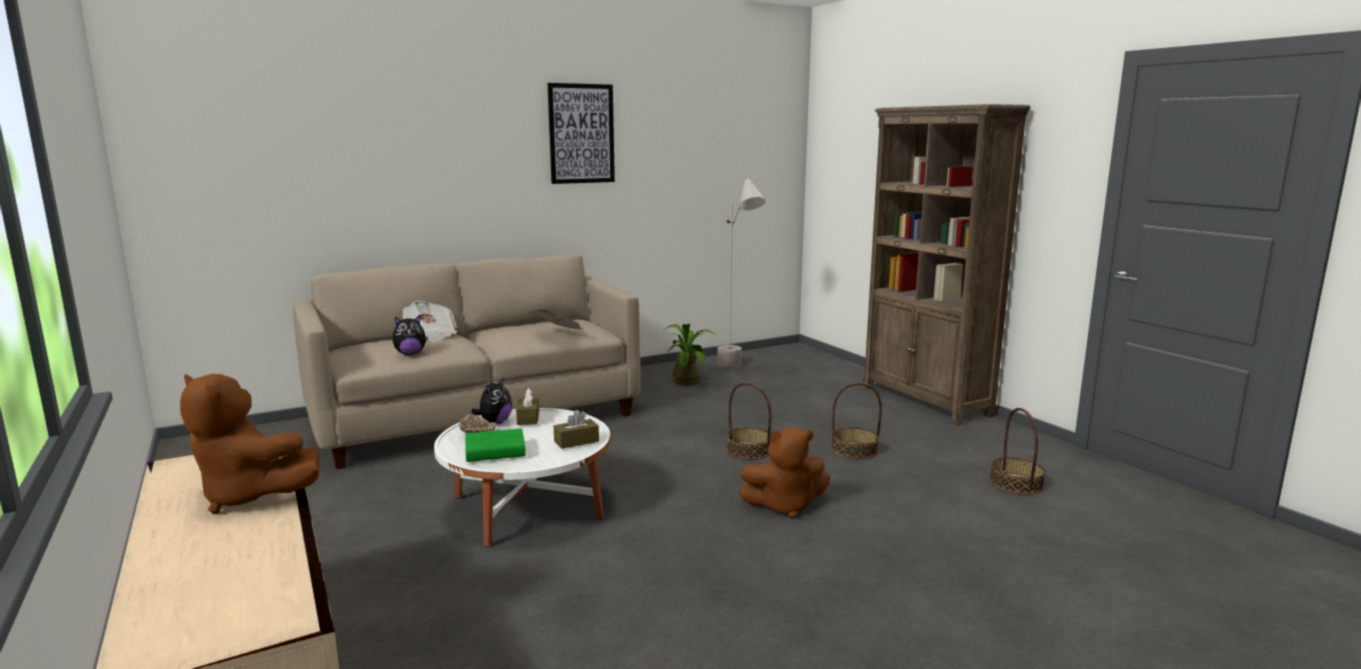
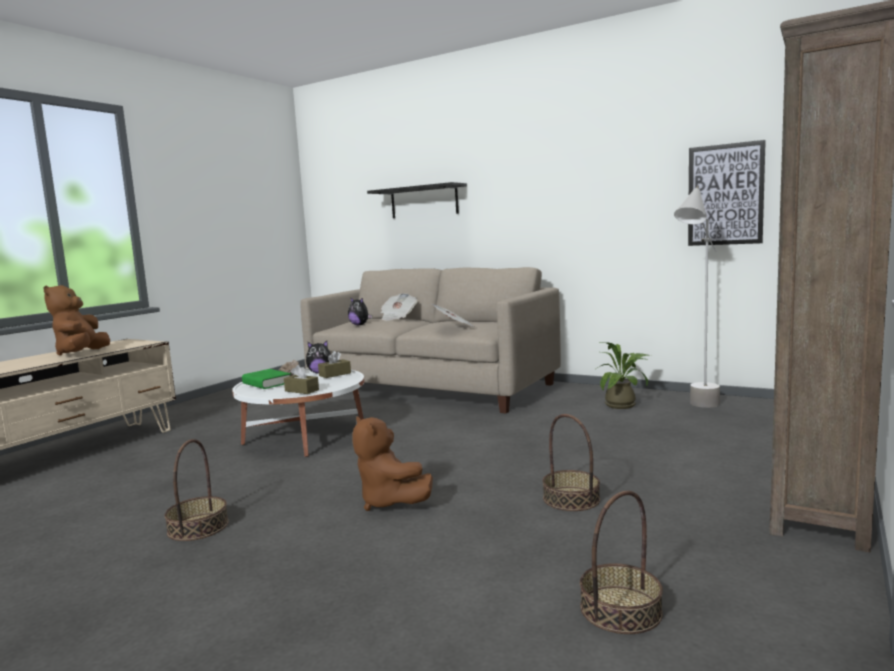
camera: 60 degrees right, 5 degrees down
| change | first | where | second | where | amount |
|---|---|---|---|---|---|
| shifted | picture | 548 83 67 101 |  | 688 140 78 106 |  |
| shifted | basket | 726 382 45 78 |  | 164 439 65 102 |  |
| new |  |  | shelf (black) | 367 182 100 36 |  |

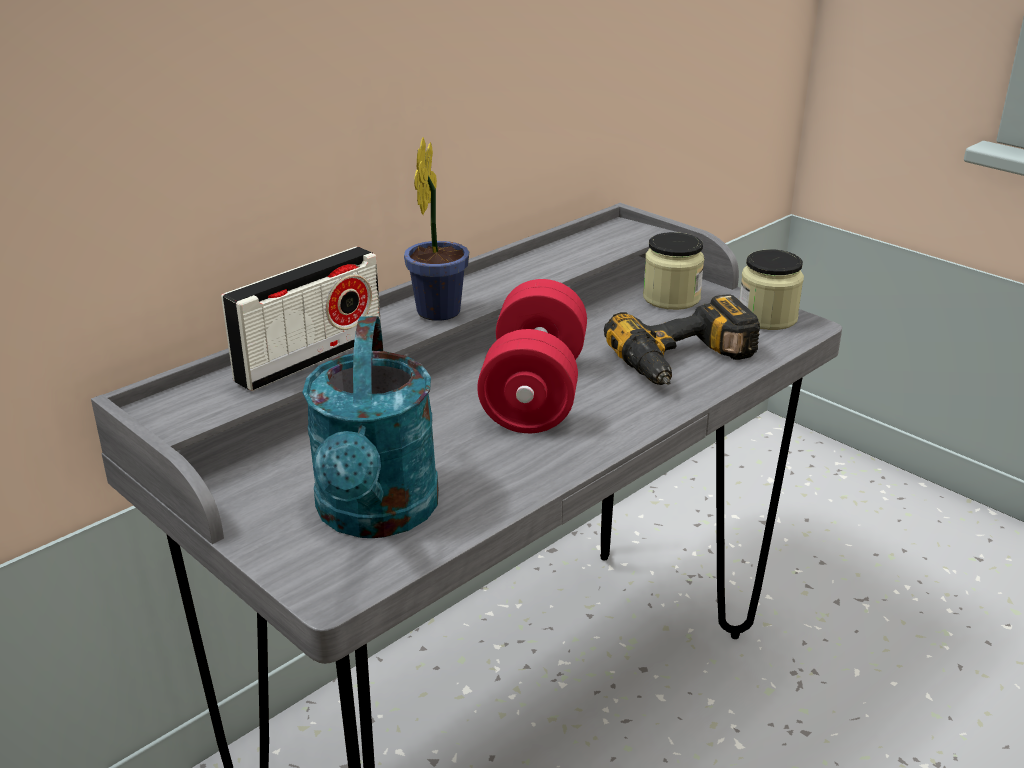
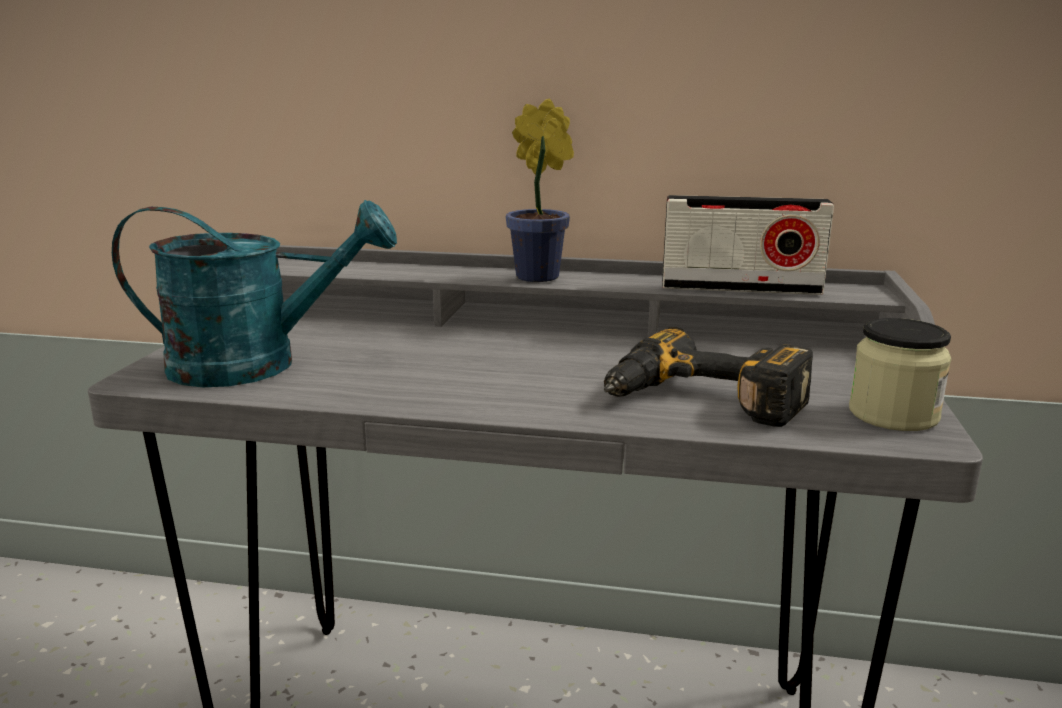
camera: 55 degrees right, 10 degrees down
| change | first | where | second | where | amount |
|---|---|---|---|---|---|
| gone | jar | 643 232 61 78 |  |  |  |
| shifted | radio | 221 247 160 144 |  | 662 195 172 100 |  |
| gone | dumbbell (red) | 477 279 110 154 |  |  |  |
| rotated | watering can (turquoise) | 302 316 137 222 |  | 112 200 285 187 | 150 degrees counterclockwise |

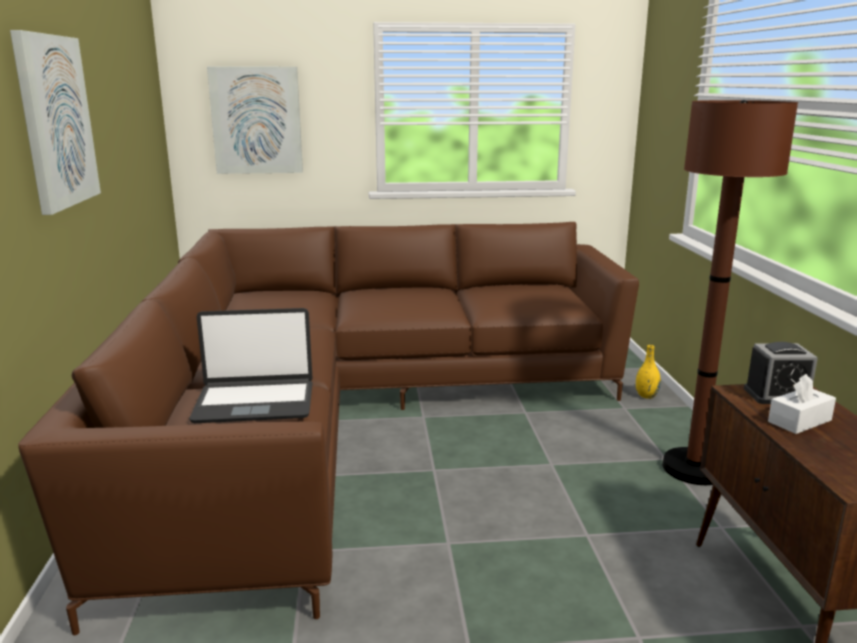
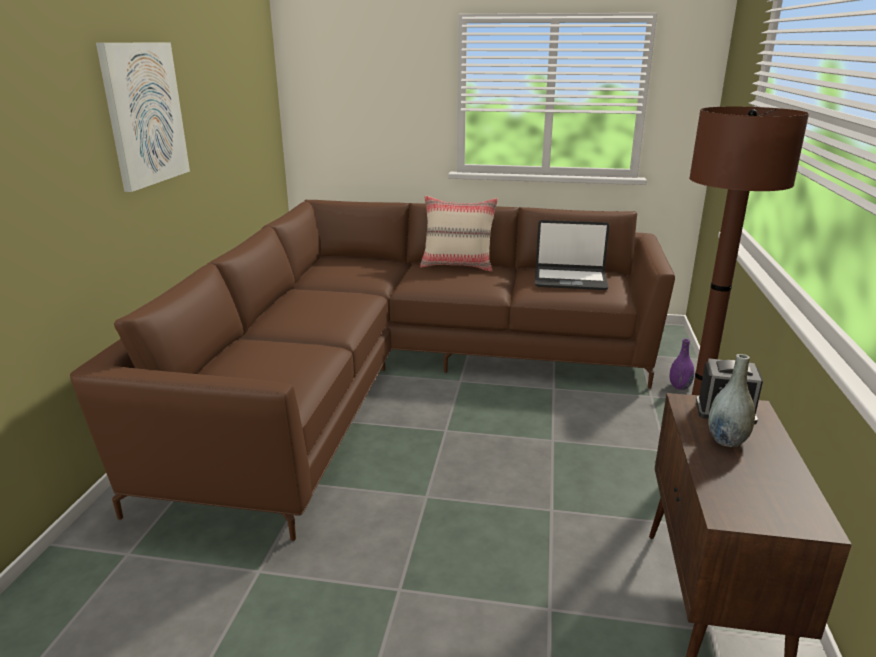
camera: 15 degrees right, 5 degrees up
| change | first | where | second | where | amount |
|---|---|---|---|---|---|
| gone | picture | 207 67 96 107 |  |  |  |
| shifted | laptop | 189 308 124 115 |  | 535 220 74 70 |  |
| repainted | vase (yellow) | 636 345 25 54 | vase (purple) | 670 339 24 51 |  |
| swapped | tissue box (white) | 768 374 68 60 | vase (grey) | 708 354 47 93 |  |
| new |  |  | pillow (beige) | 420 195 78 77 |  |

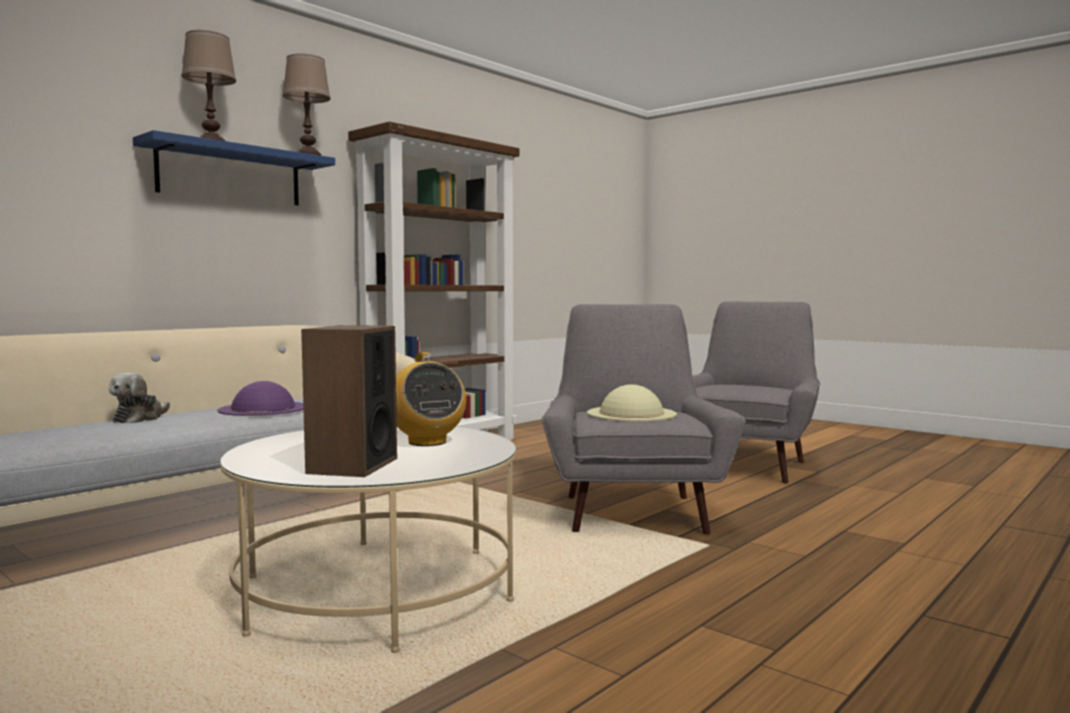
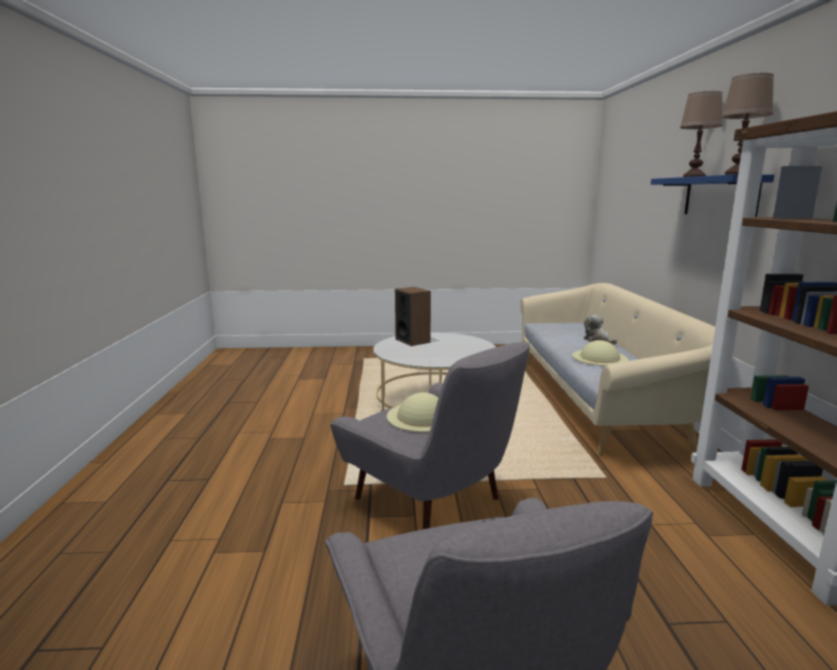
camera: 135 degrees right, 10 degrees up
| change | first | where | second | where | amount |
|---|---|---|---|---|---|
| gone | radio | 396 352 70 94 |  |  |  |
| repainted | hat (purple) | 217 381 87 35 | hat (beige) | 572 340 56 26 |  |

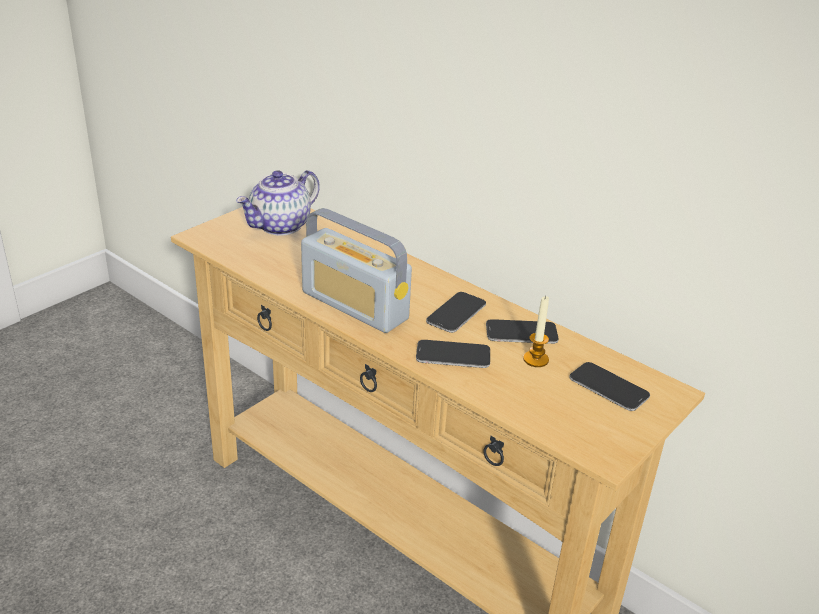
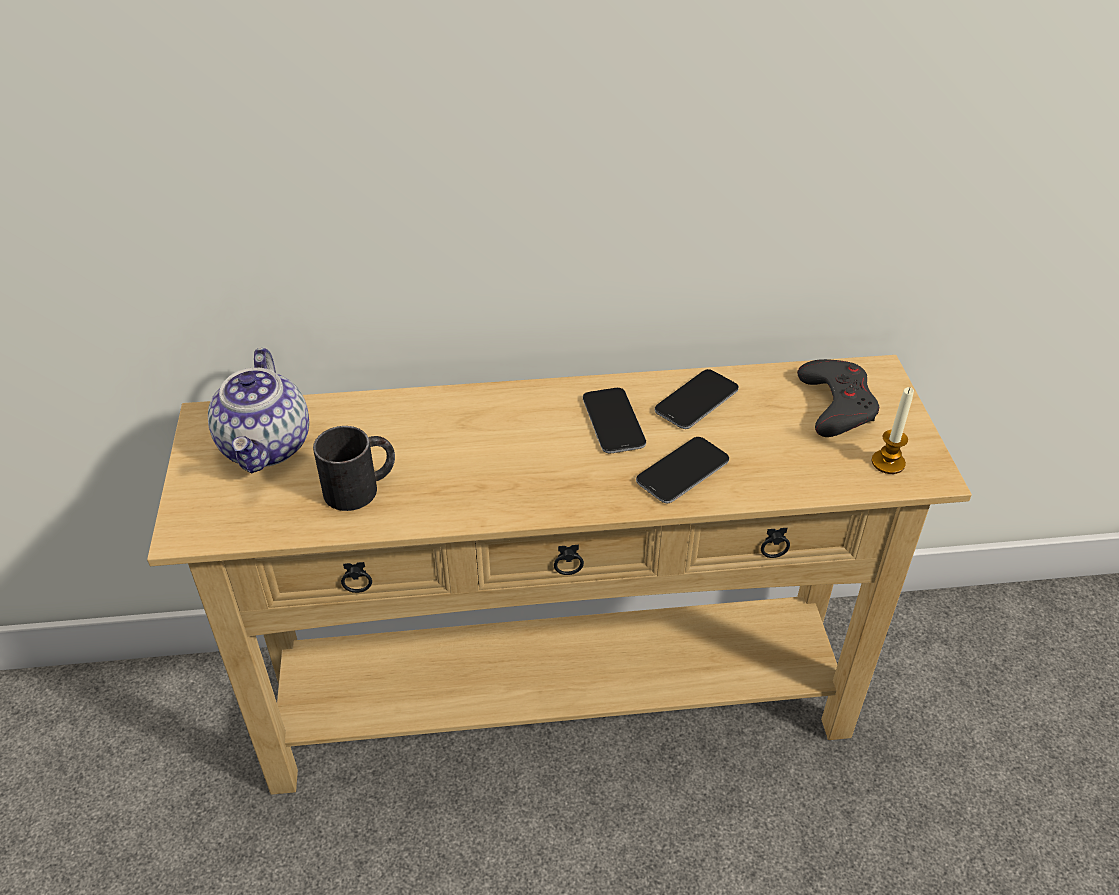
camera: 45 degrees left, 10 degrees up
| change | first | where | second | where | amount |
|---|---|---|---|---|---|
| gone | radio | 301 208 111 125 |  |  |  |
| shifted | candle | 523 296 26 71 |  | 872 387 42 87 |  |
| swapped | phone | 569 362 81 49 | game controller (grey) | 797 359 82 78 |  |
| new |  |  | mug (black) | 313 426 82 85 |  |

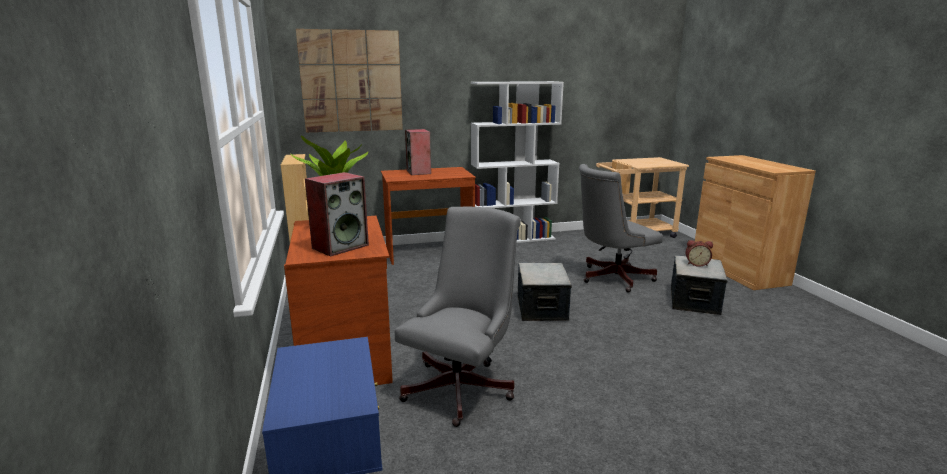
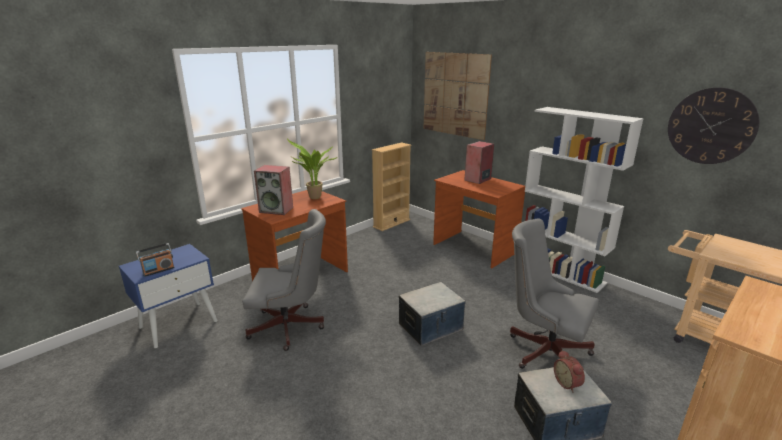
camera: 60 degrees right, 5 degrees up
| change | first | where | second | where | amount |
|---|---|---|---|---|---|
| new |  |  | wall clock | 668 87 92 77 |  |
| new |  |  | radio | 136 243 39 34 |  |

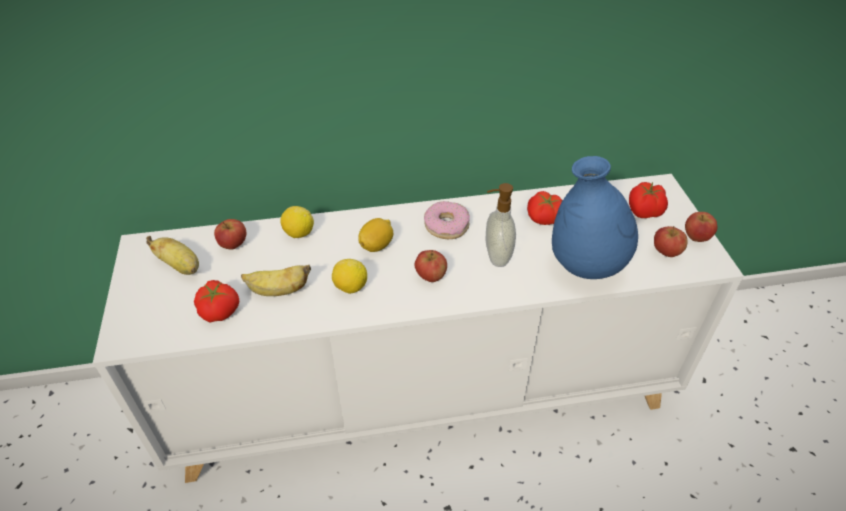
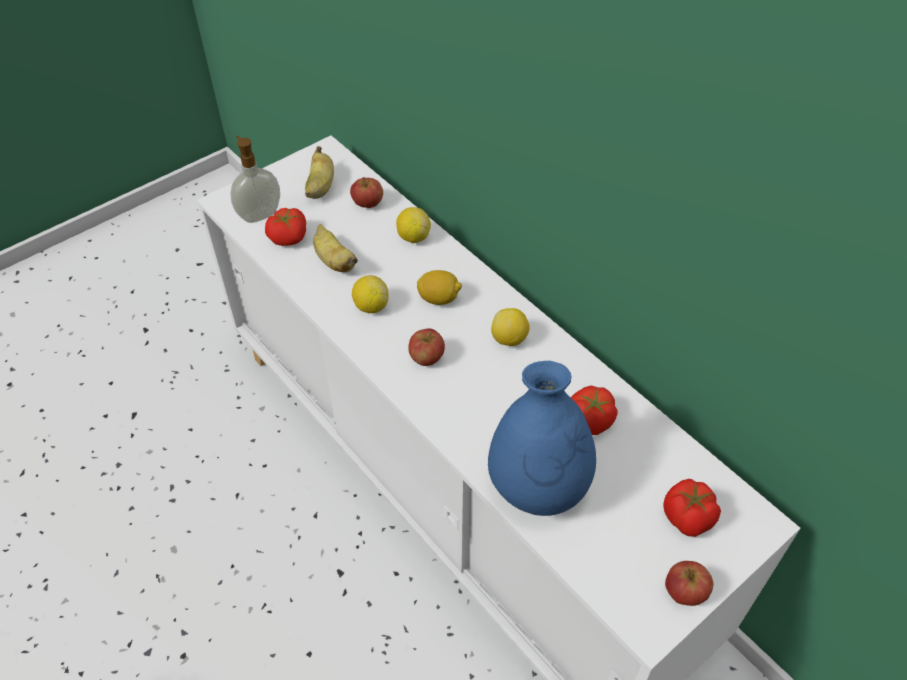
camera: 60 degrees right, 5 degrees up
| change | first | where | second | where | amount |
|---|---|---|---|---|---|
| shifted | soap dispenser | 486 183 30 84 |  | 230 136 50 87 |  |
| swapped | donut | 424 201 46 38 | lemon | 491 308 39 38 |  |
| gone | apple | 654 226 33 31 |  |  |  |

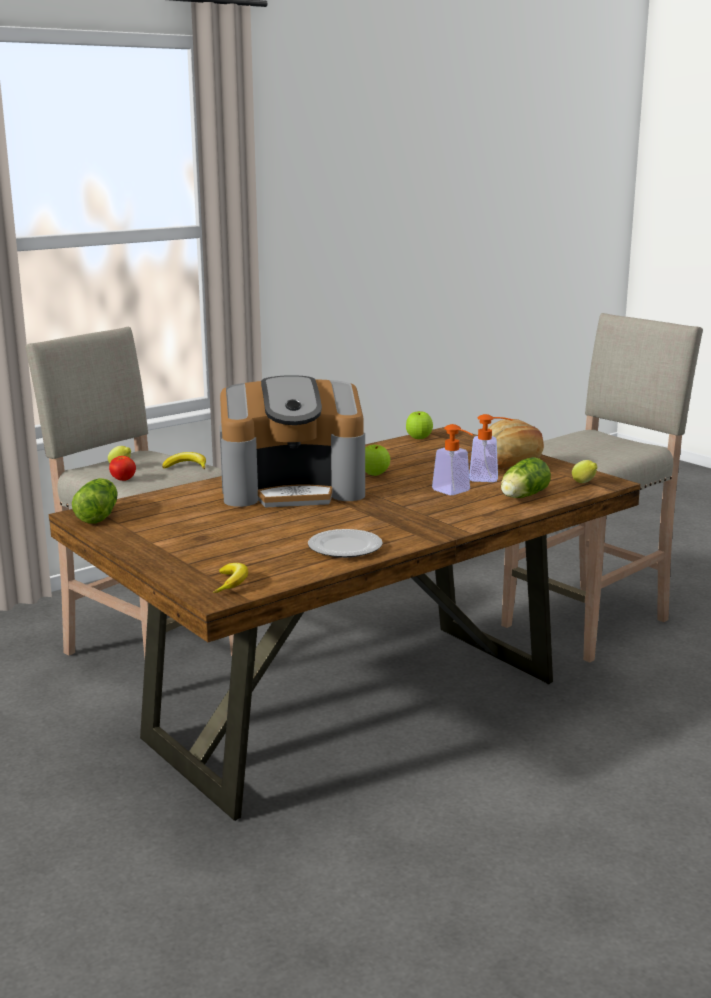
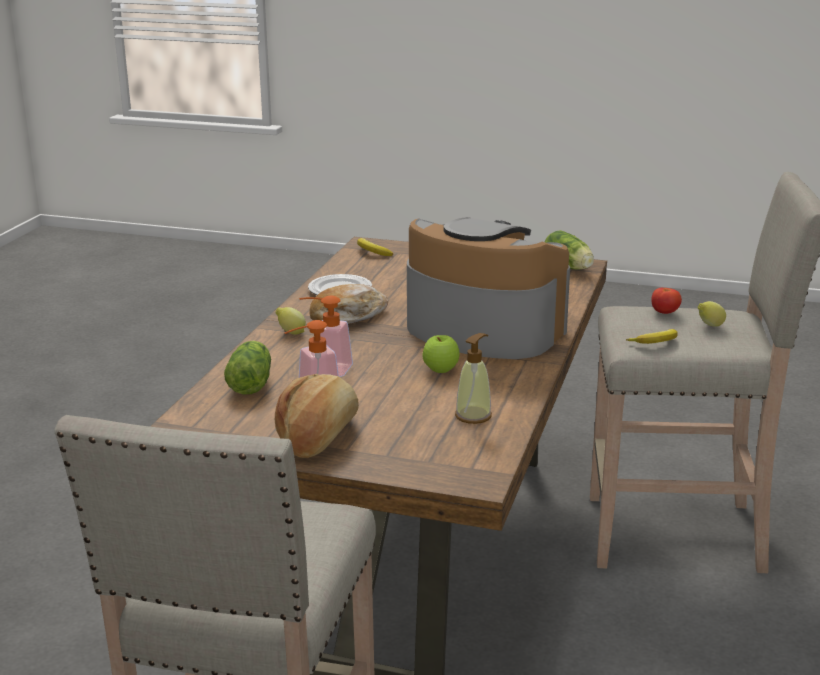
camera: 145 degrees right, 5 degrees up
| change | first | where | second | where | amount |
|---|---|---|---|---|---|
| rotated | coffee machine | 219 375 146 133 |  | 407 217 163 142 | 75 degrees clockwise |
| gone | apple | 406 411 27 28 |  |  |  |
| shifted | lemon | 572 460 26 23 |  | 276 307 30 28 |  |
| new |  |  | bread | 309 284 79 40 |  |
| new |  |  | soap dispenser | 455 333 37 91 |  |

